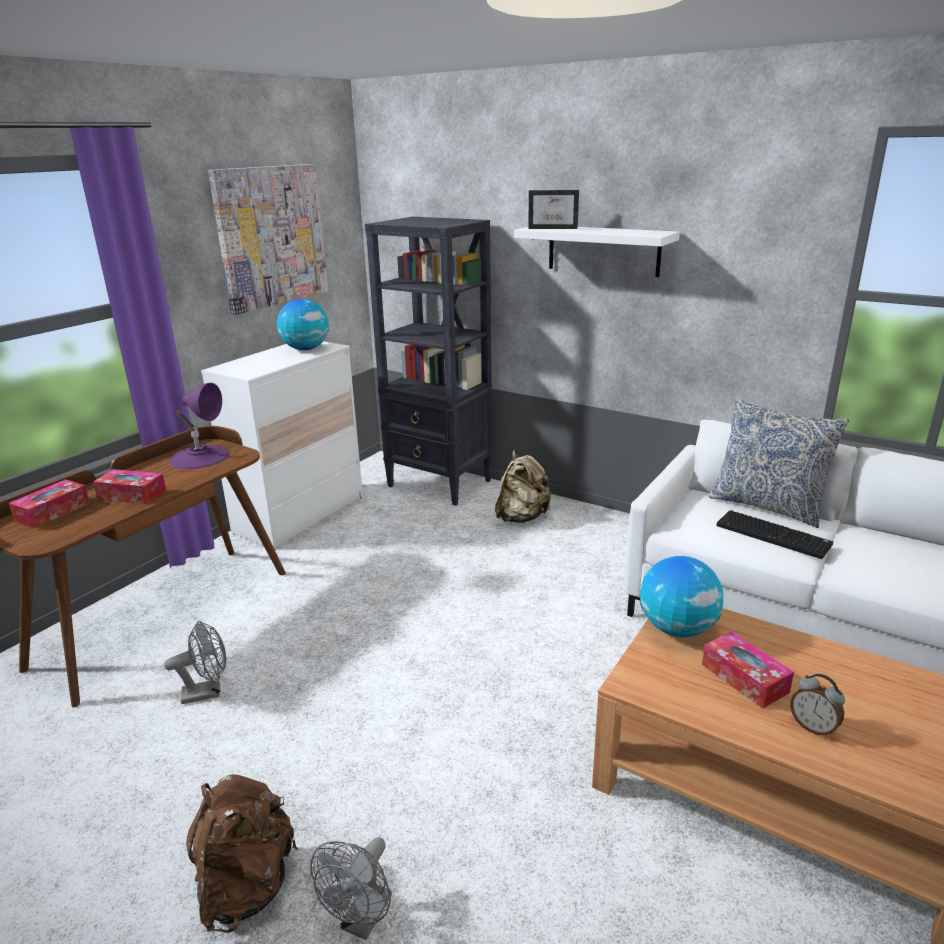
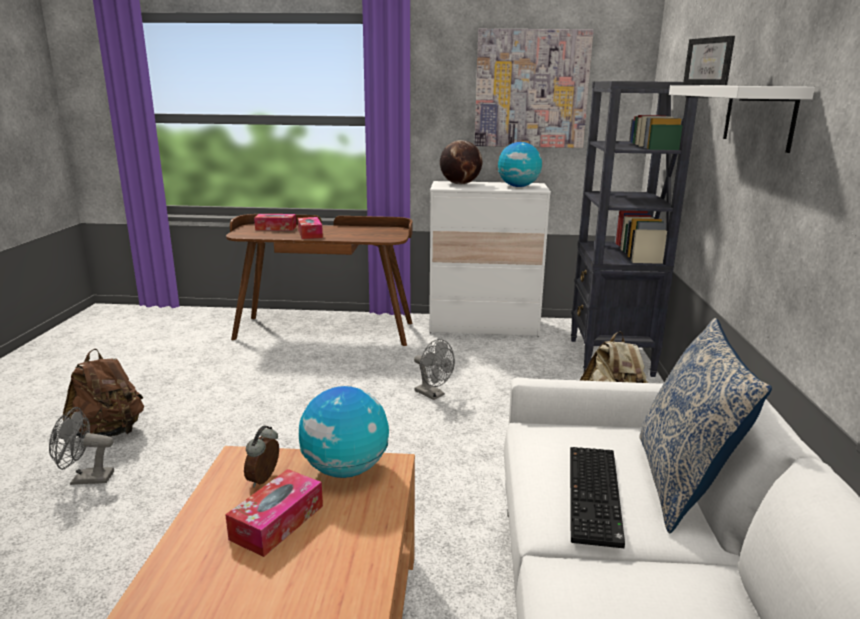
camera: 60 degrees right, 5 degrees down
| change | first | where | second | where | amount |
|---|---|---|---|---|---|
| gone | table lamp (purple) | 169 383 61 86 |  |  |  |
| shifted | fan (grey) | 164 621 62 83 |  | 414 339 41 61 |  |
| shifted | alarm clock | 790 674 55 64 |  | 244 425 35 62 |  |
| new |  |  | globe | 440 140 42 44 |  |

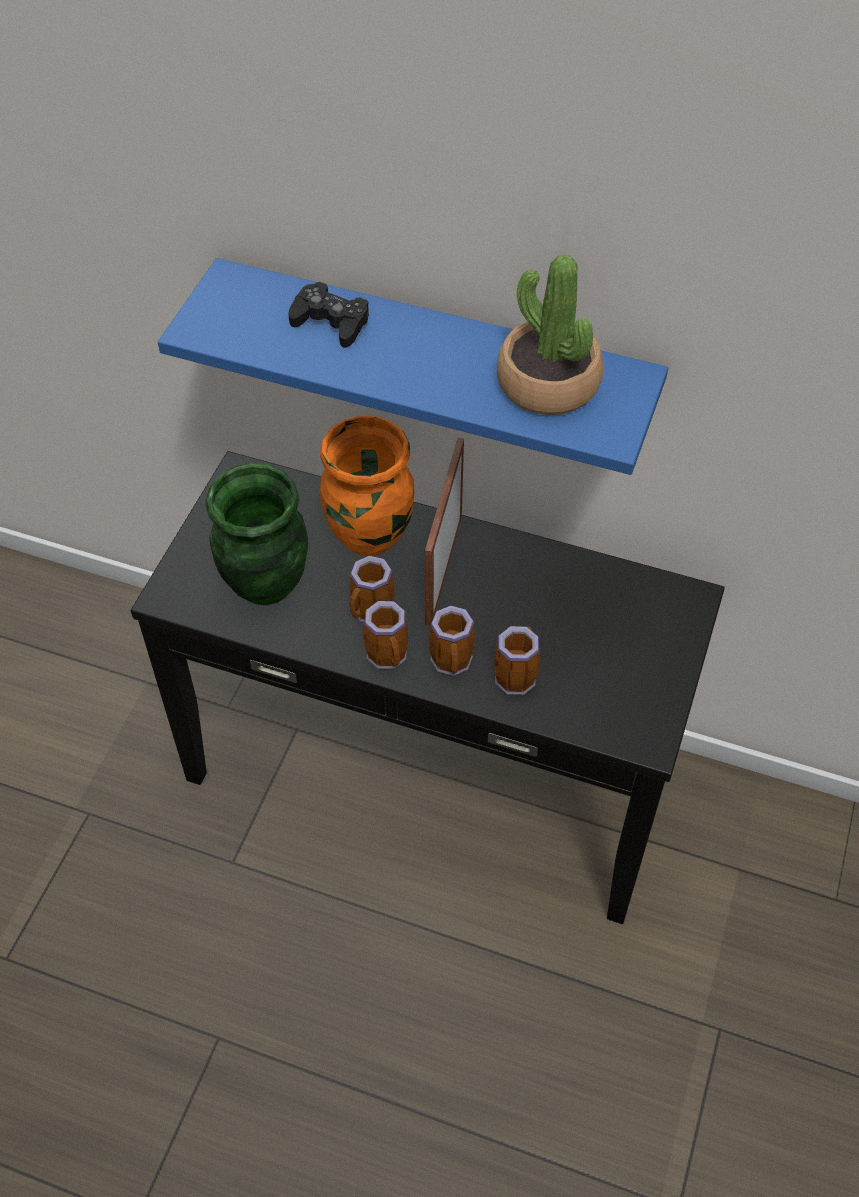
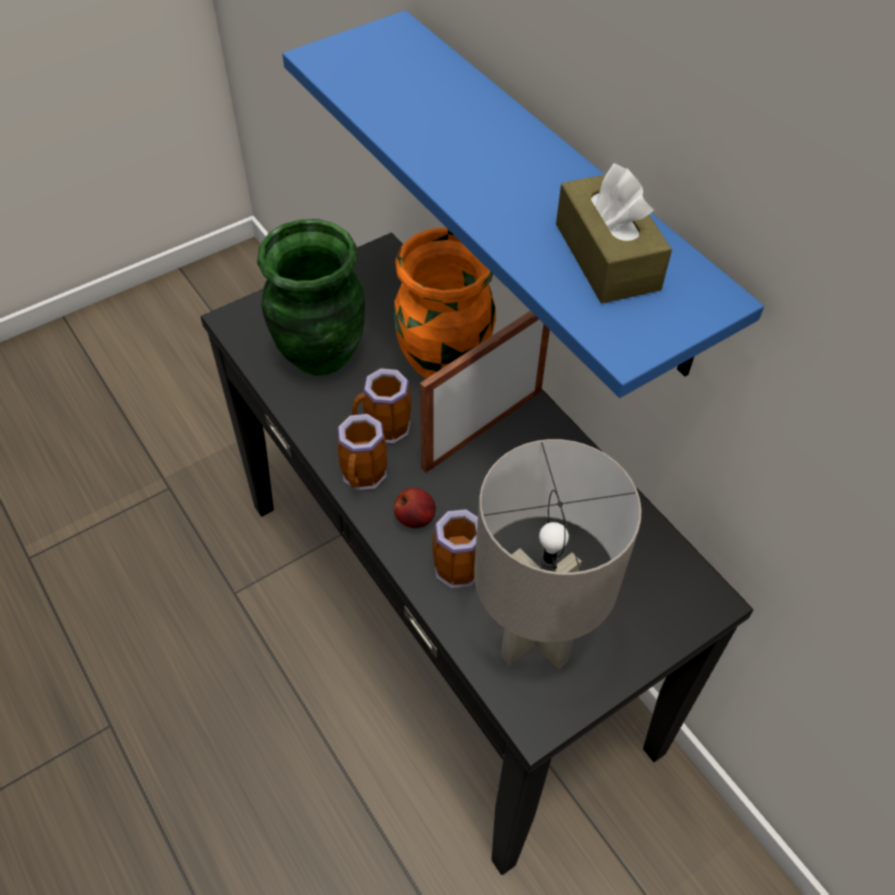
camera: 35 degrees right, 0 degrees up
| change | first | where | second | where | amount |
|---|---|---|---|---|---|
| swapped | potted plant | 497 254 106 161 | tissue box (brown) | 556 163 116 140 |  |
| gone | game controller (black) | 288 282 81 66 |  |  |  |
| swapped | mug | 429 606 46 70 | apple | 394 488 42 40 |  |
| new |  |  | table lamp (grey) | 474 439 168 230 |  |

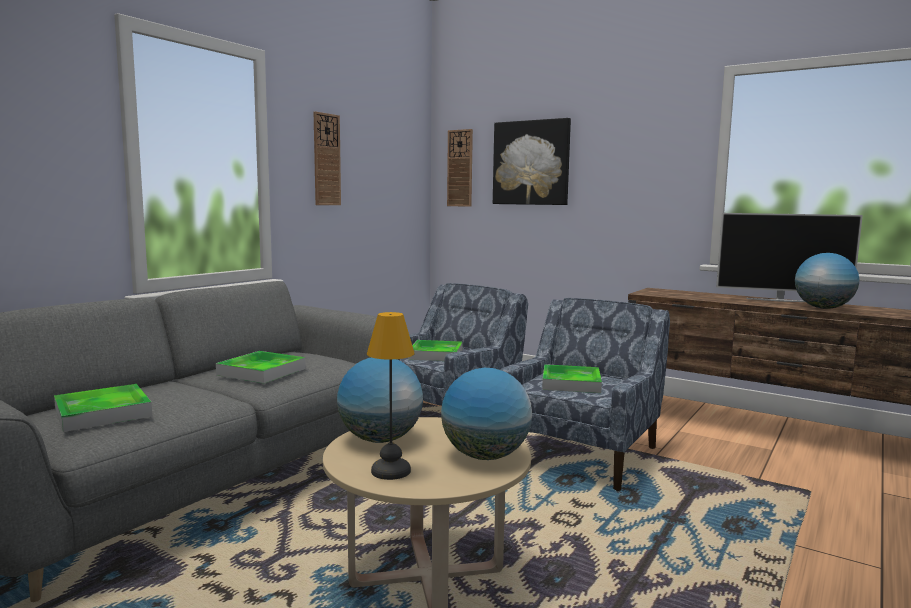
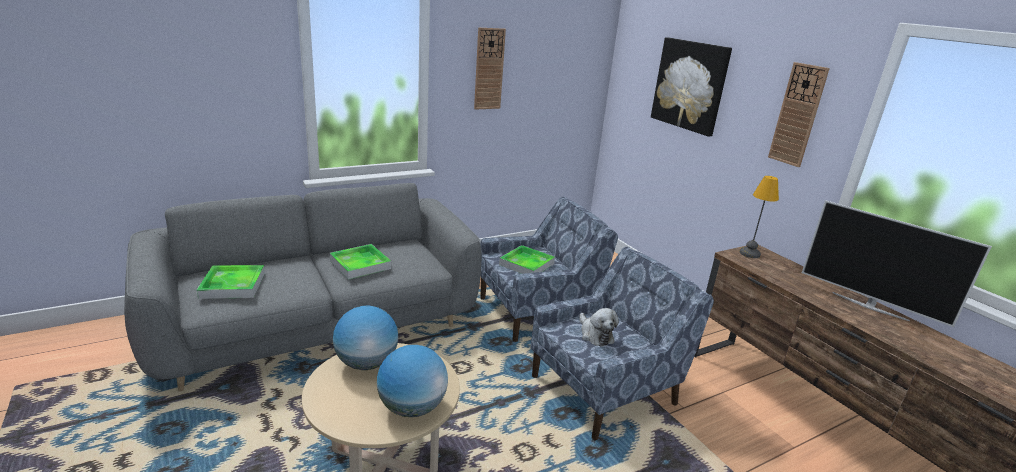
camera: 25 degrees right, 15 degrees up
| change | first | where | second | where | amount |
|---|---|---|---|---|---|
| shifted | wall clock | 447 129 26 78 |  | 768 62 62 105 |  |
| gone | globe | 795 253 64 56 |  |  |  |
| shifted | table lamp | 367 312 48 168 |  | 739 176 40 82 |  |
| swapped | tray | 542 364 60 29 | plush toy | 579 308 40 38 |  |

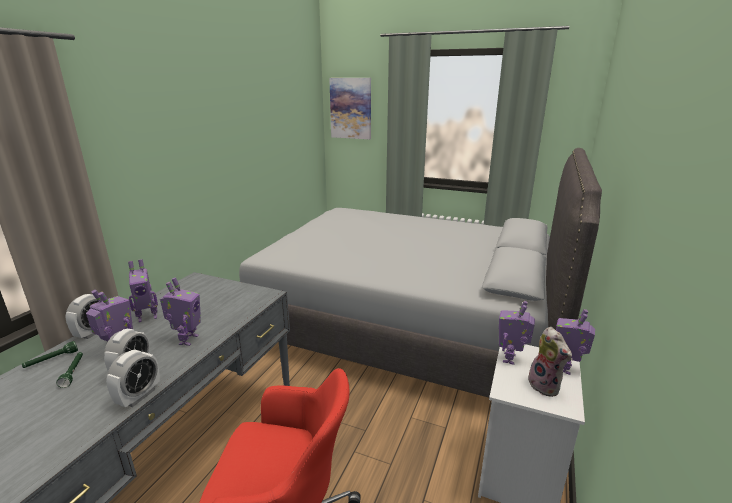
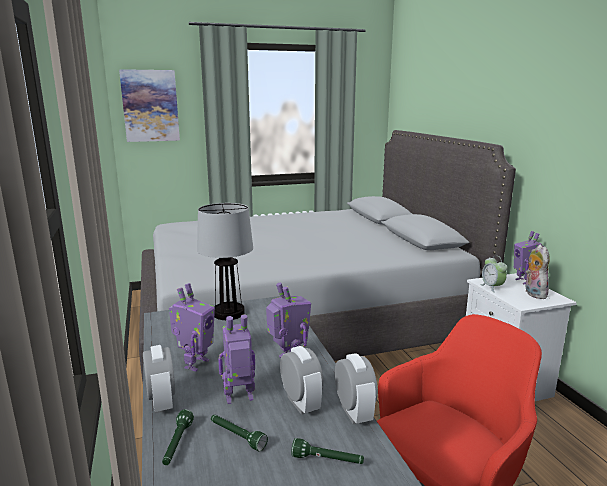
camera: 40 degrees left, 5 degrees down
| change | first | where | second | where | amount |
|---|---|---|---|---|---|
| swapped | toy robot | 499 301 36 64 | alarm clock | 480 256 27 37 |  |
| rotated | plush toy | 528 327 44 70 |  | 525 244 25 55 | 120 degrees counterclockwise |
| new |  |  | table lamp | 197 203 56 117 |  |
| new |  |  | flashlight (green) | 291 438 73 26 |  |

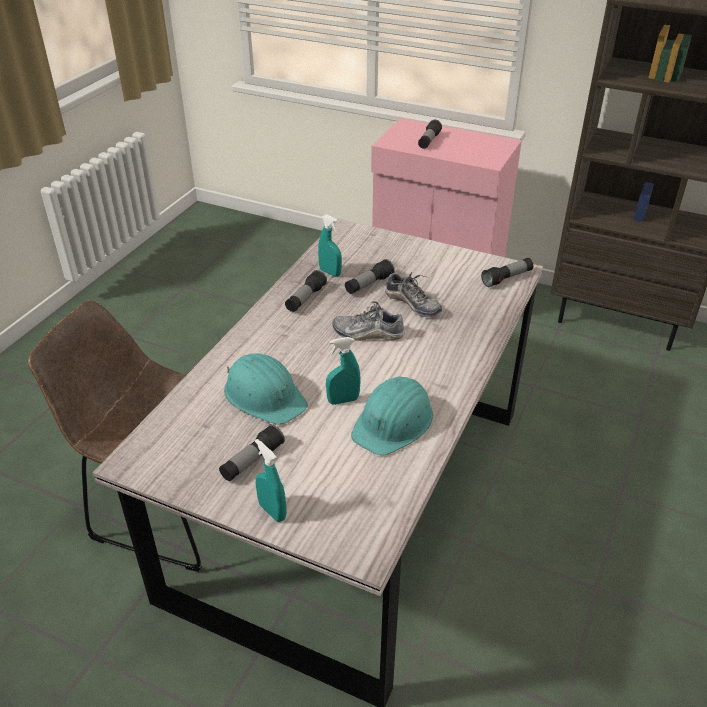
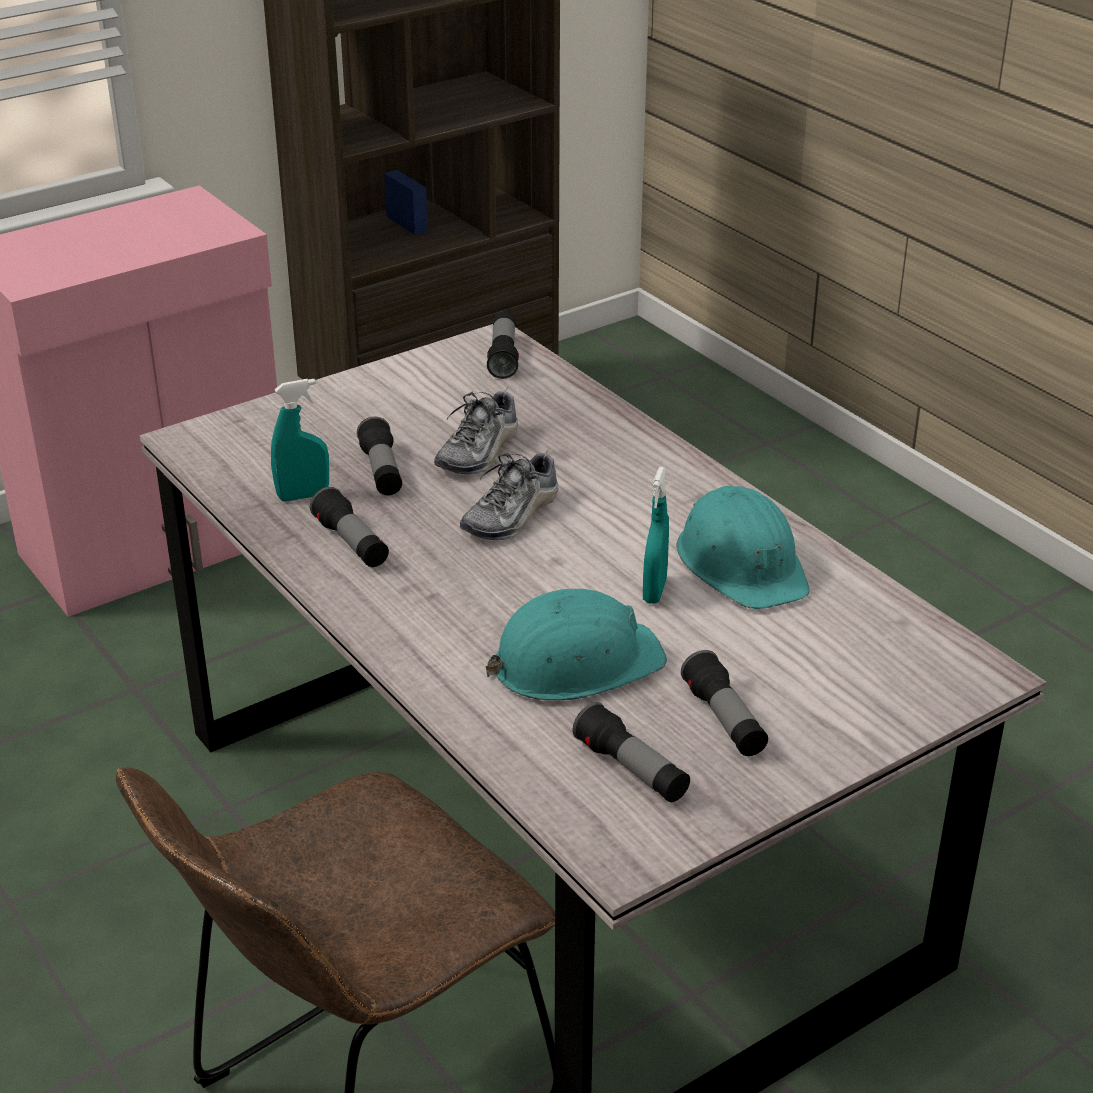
camera: 60 degrees left, 5 degrees down
| change | first | where | second | where | amount |
|---|---|---|---|---|---|
| shifted | flashlight | 418 120 24 29 |  | 573 702 117 100 |  |
| rotated | shoe | 385 271 57 46 |  | 434 390 84 84 | 135 degrees clockwise |
| gone | spray bottle (turquoise) | 255 439 32 83 |  |  |  |

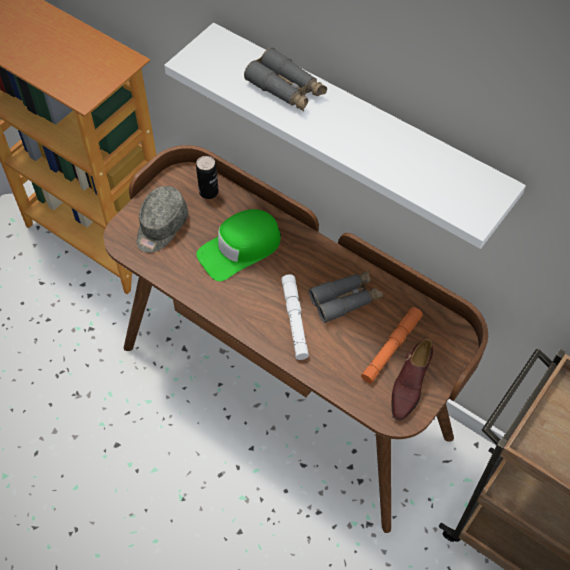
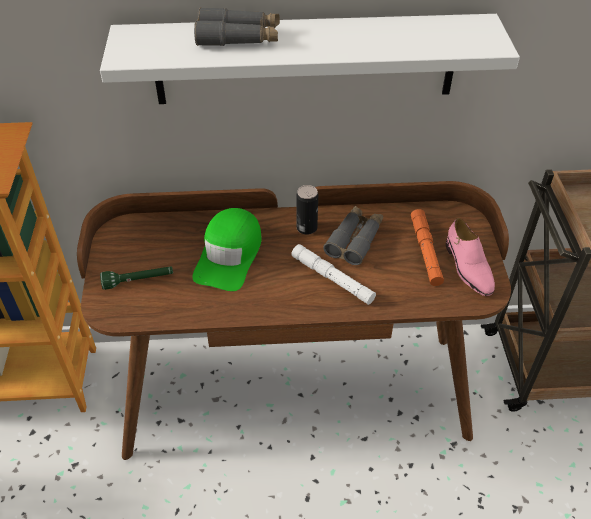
camera: 40 degrees left, 10 degrees down
| change | first | where | second | where | amount |
|---|---|---|---|---|---|
| shifted | can | 196 156 23 43 |  | 296 185 22 49 |  |
| swapped | cap (grey) | 137 186 51 67 | flashlight (green) | 100 266 73 24 |  |
| repainted | shoe (brown) | 392 338 41 83 | shoe (pink) | 446 218 49 78 |  |

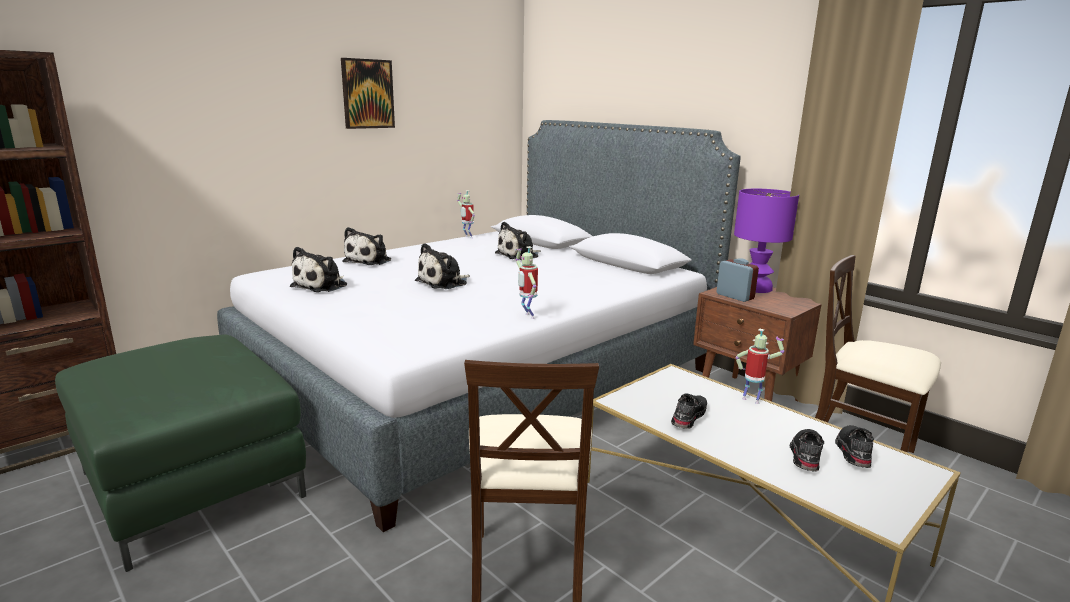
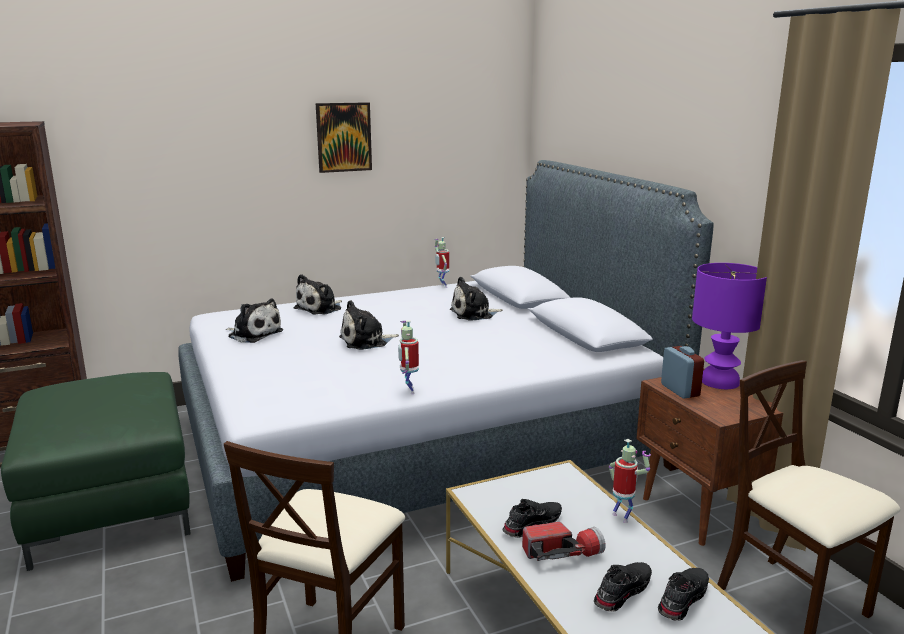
camera: 20 degrees right, 0 degrees up
| change | first | where | second | where | amount |
|---|---|---|---|---|---|
| rotated | plush toy | 290 247 57 45 |  | 226 298 57 45 | 105 degrees counterclockwise |
| new |  |  | flashlight | 522 522 84 39 |  |

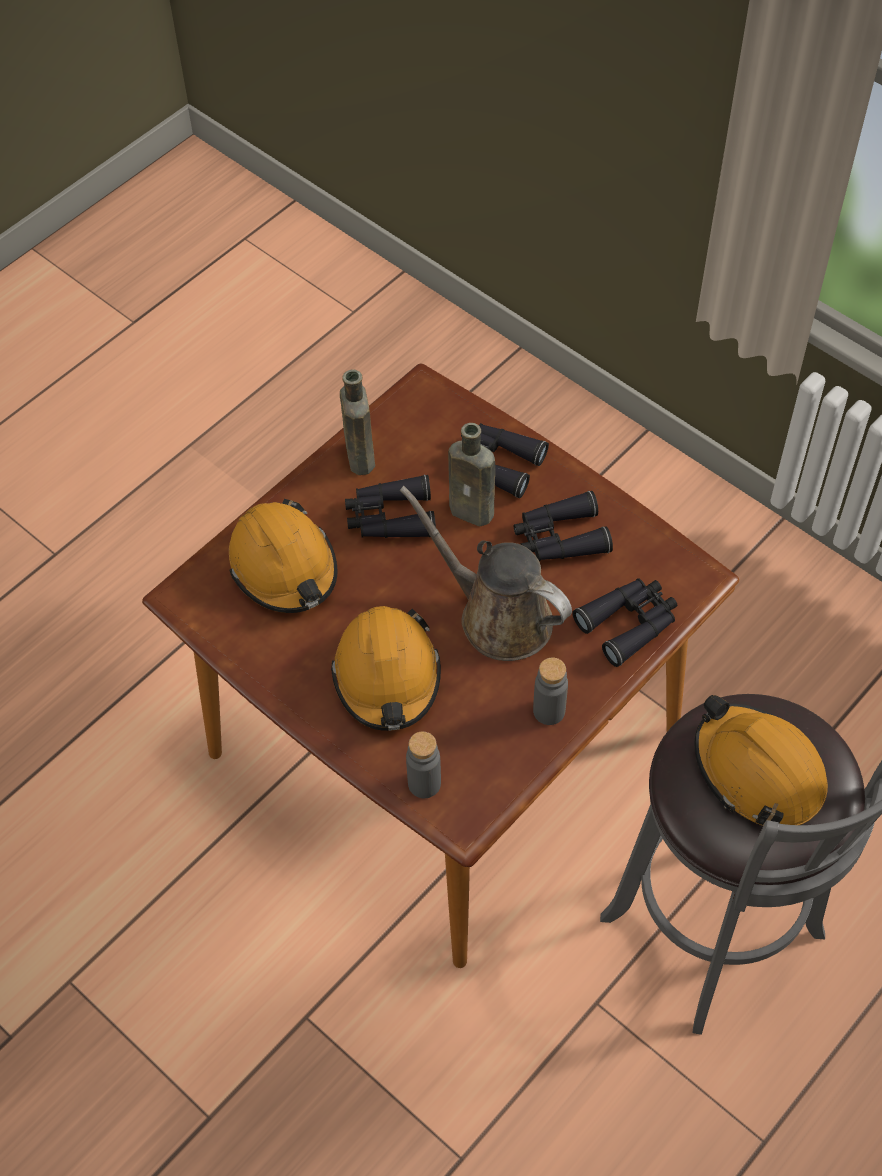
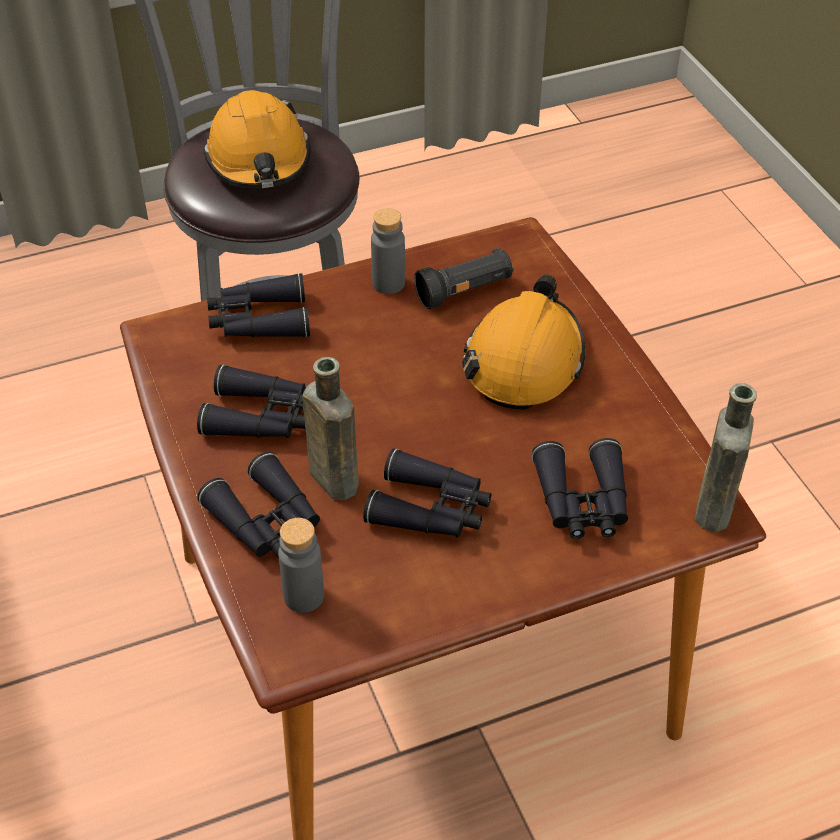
camera: 155 degrees left, 10 degrees down
| change | first | where | second | where | amount |
|---|---|---|---|---|---|
| shifted | bottle (brown) | 340 369 35 106 |  | 695 383 62 149 |  |
| gone | watering can (brown) | 399 486 173 175 |  |  |  |
| swapped | hard hat (orange) | 229 499 108 114 | binoculars (black) | 532 438 96 101 |  |
| shifted | bottle (grey) | 406 732 35 66 |  | 278 518 46 95 |  |
| new |  |  | flashlight (black) | 414 248 100 61 |  |

